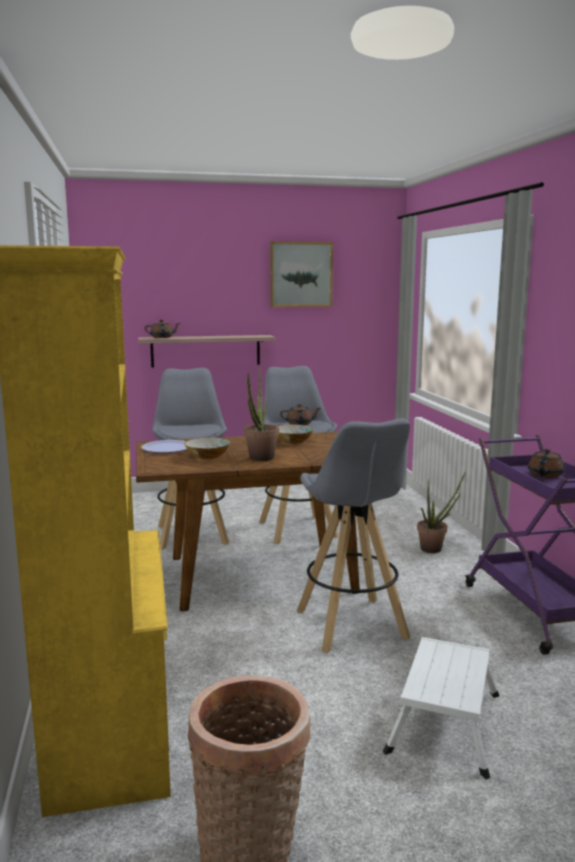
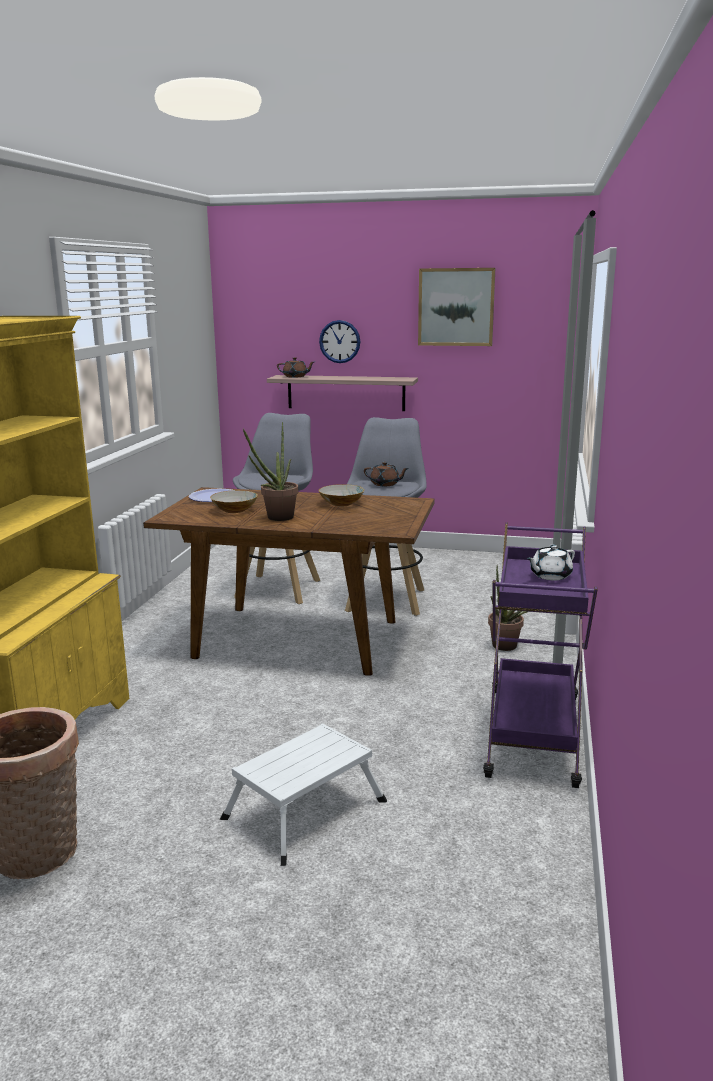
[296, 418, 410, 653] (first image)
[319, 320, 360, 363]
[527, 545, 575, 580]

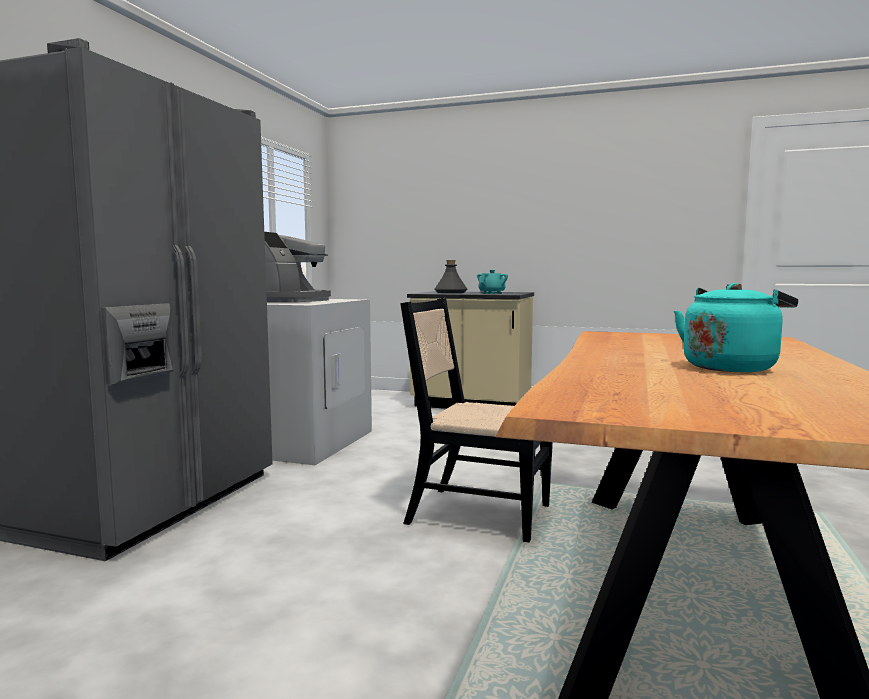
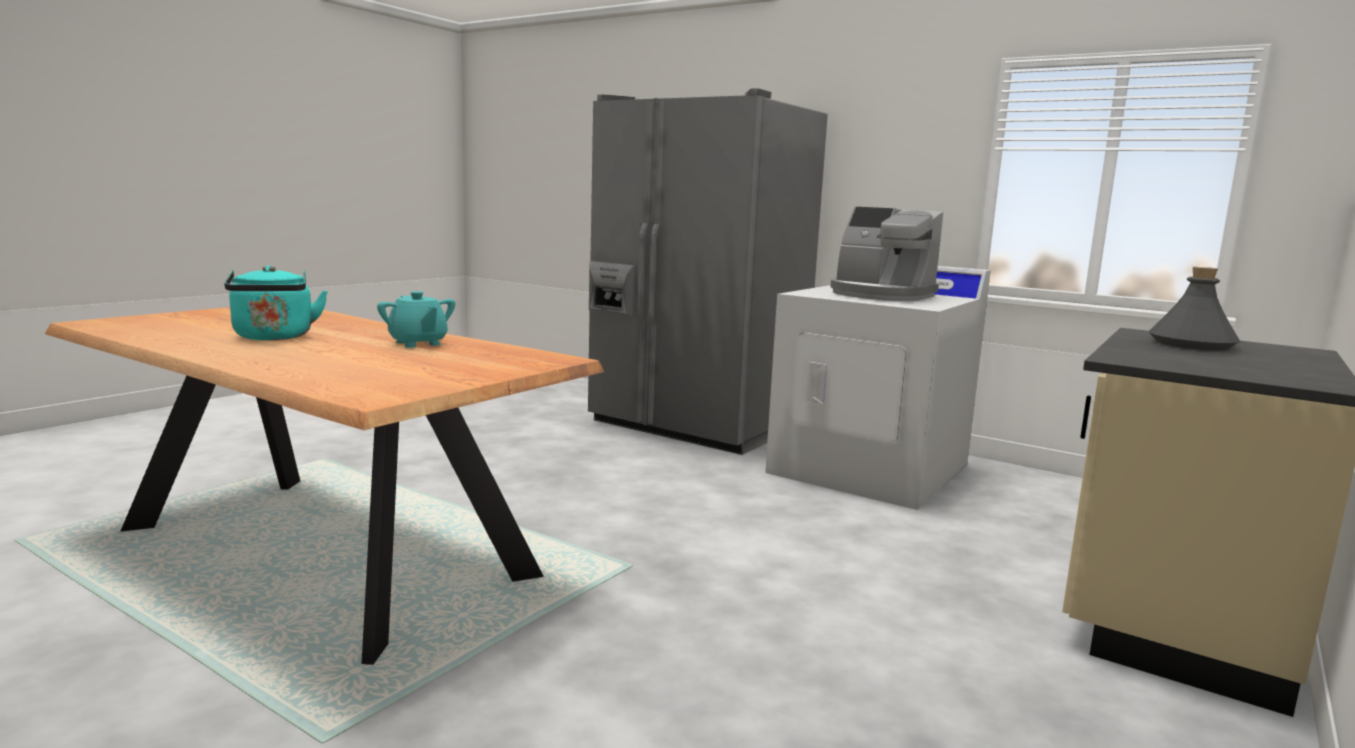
[400, 298, 553, 542] (first image)
[377, 291, 455, 348]

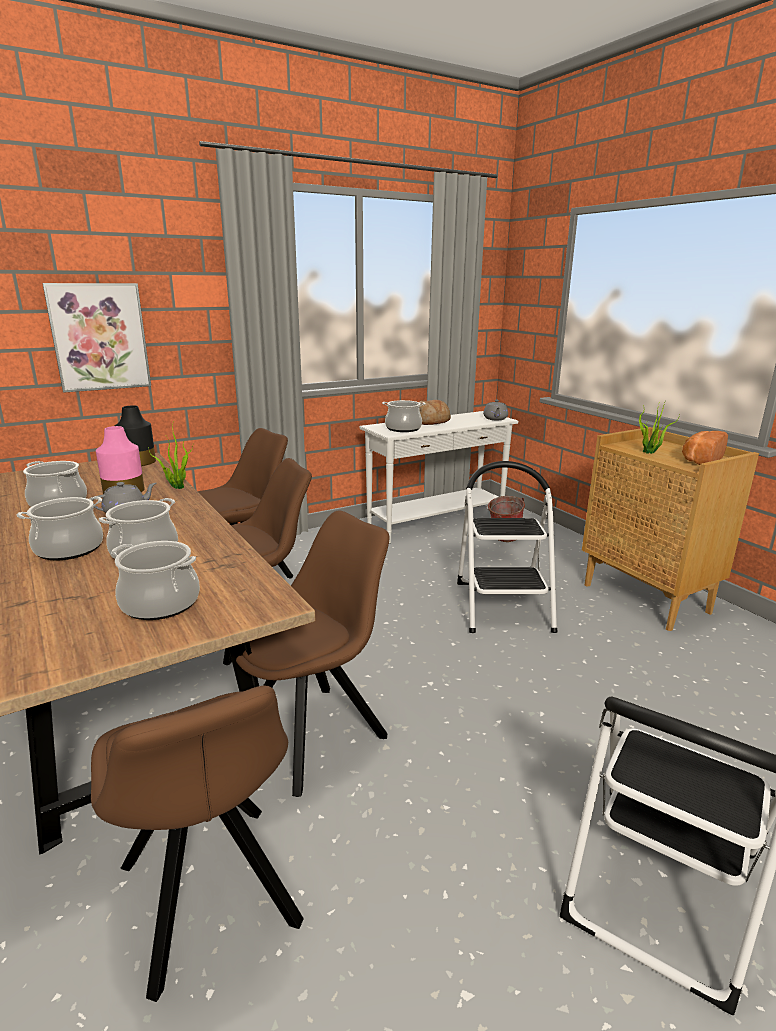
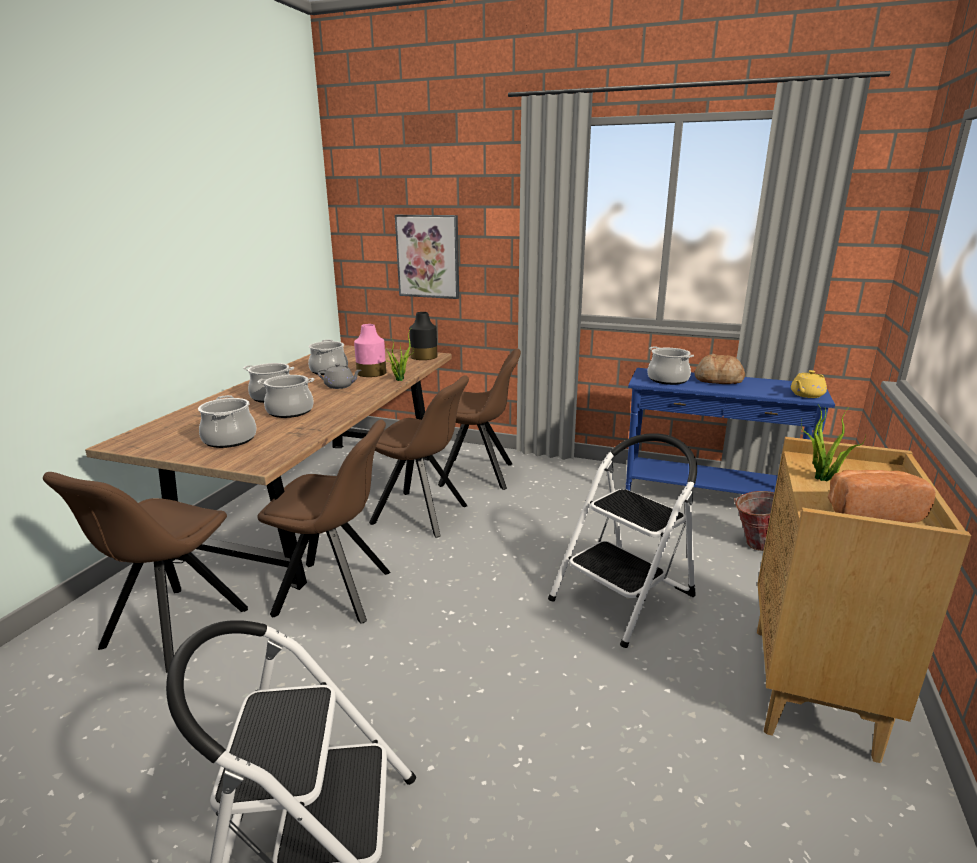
[626, 368, 835, 494]
[791, 370, 827, 398]

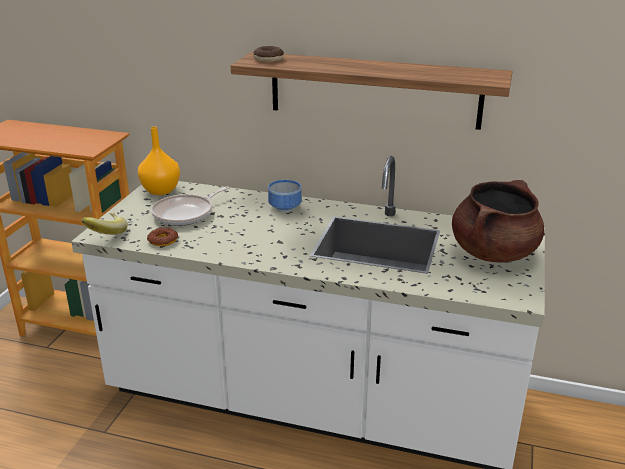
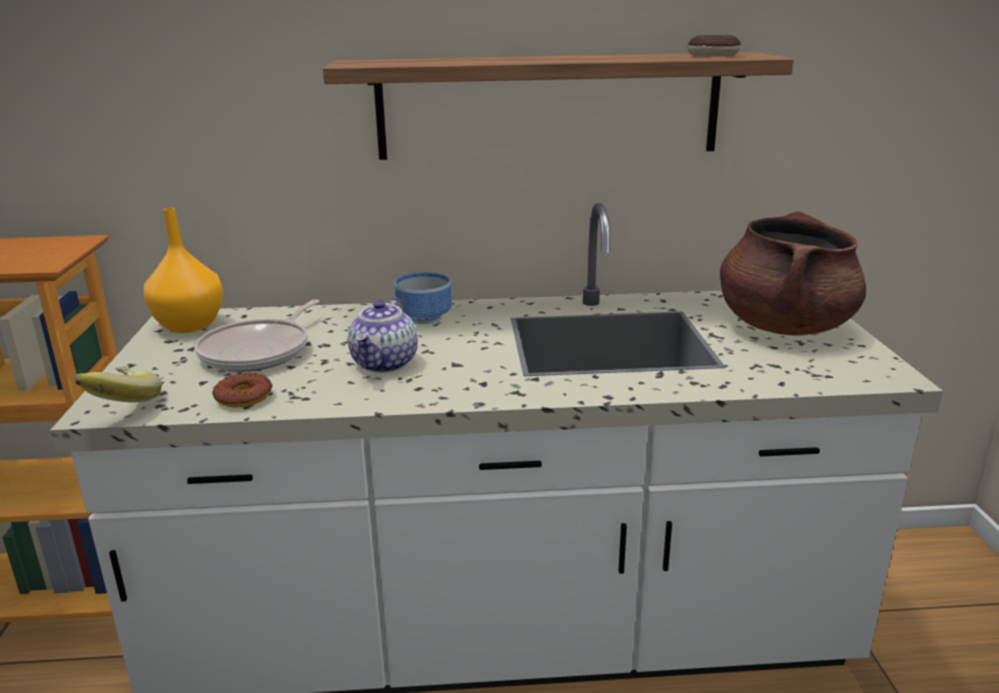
[348, 297, 418, 373]
[688, 35, 741, 57]

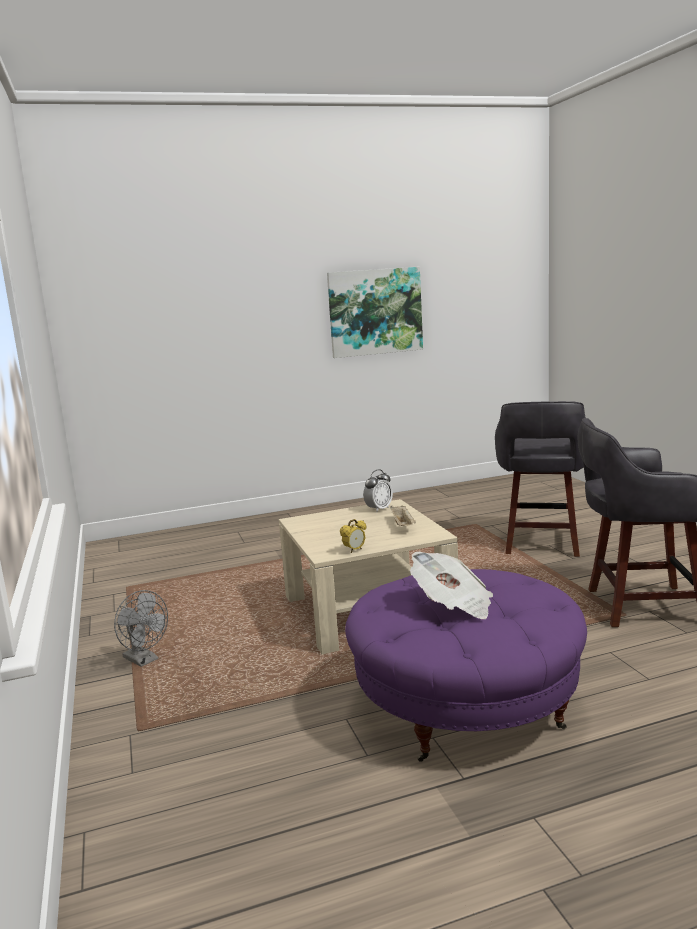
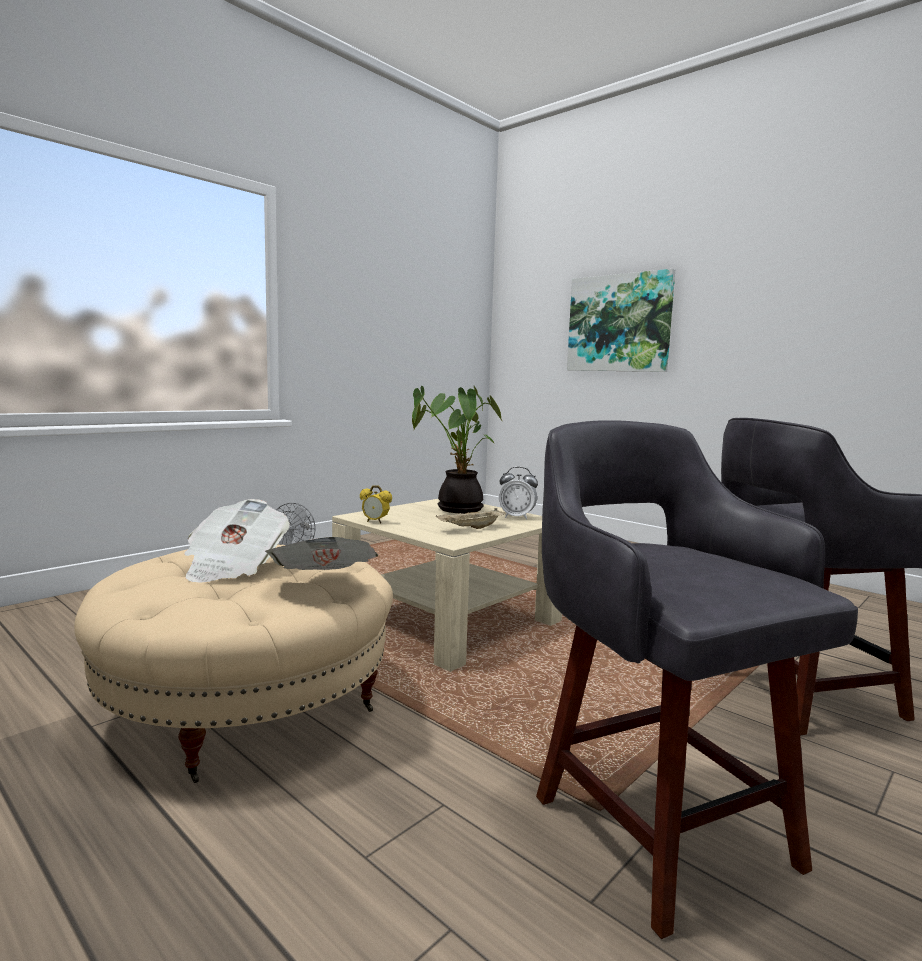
[265, 537, 379, 570]
[412, 386, 503, 513]
[567, 269, 675, 372]
[74, 545, 393, 783]

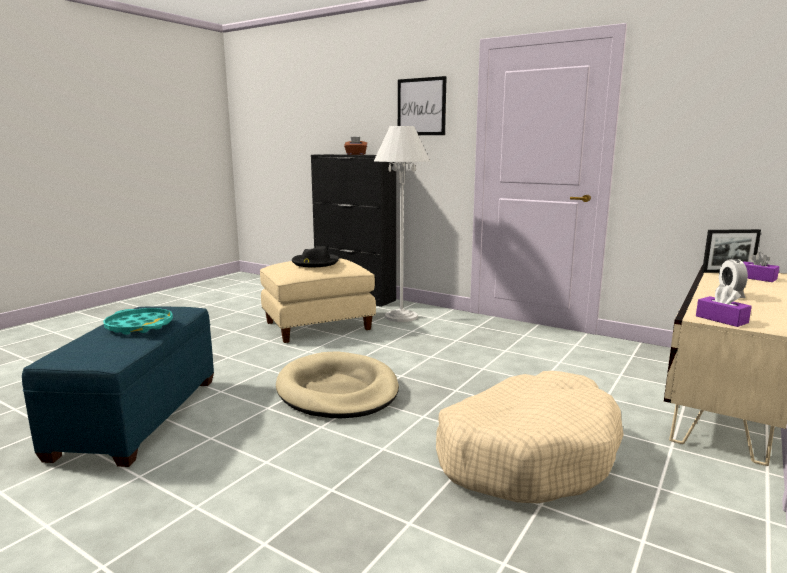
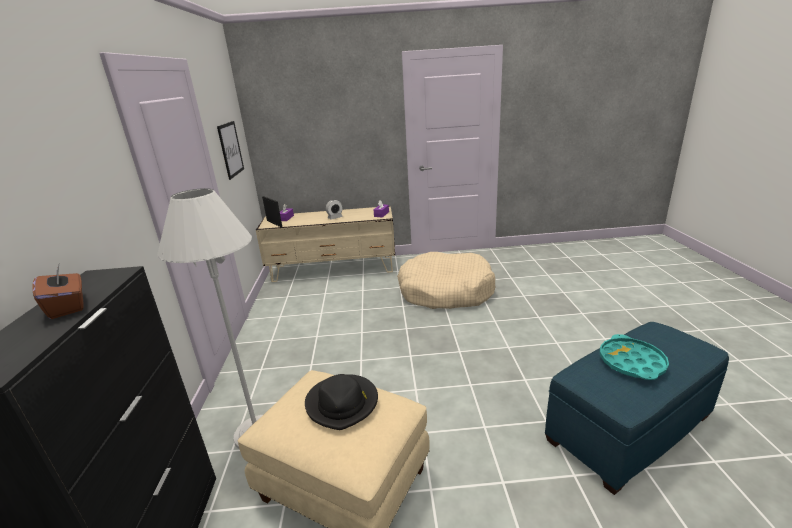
[276, 351, 399, 418] (first image)
[217, 121, 244, 180]

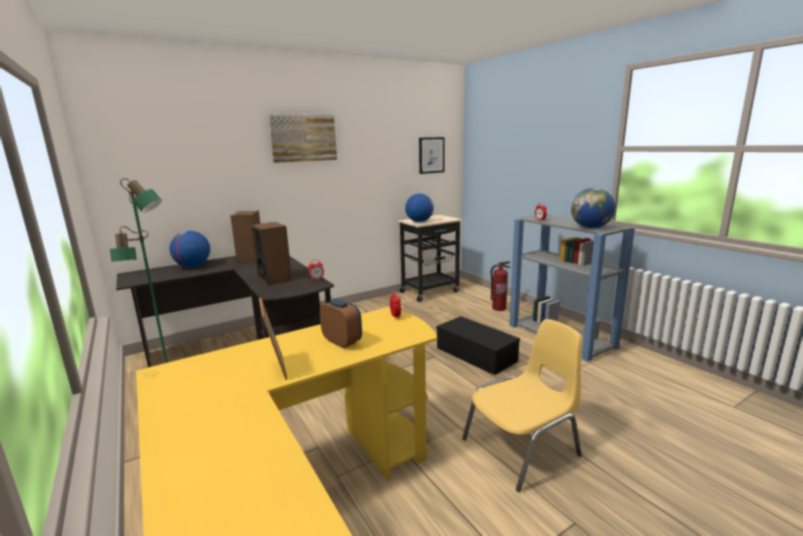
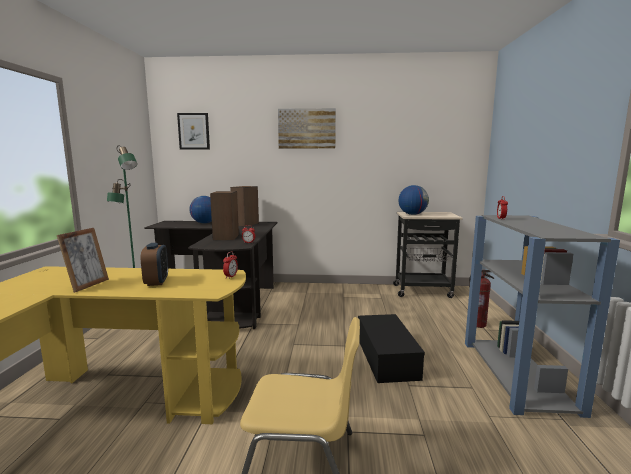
[571, 188, 615, 229] (first image)
[177, 113, 210, 150]

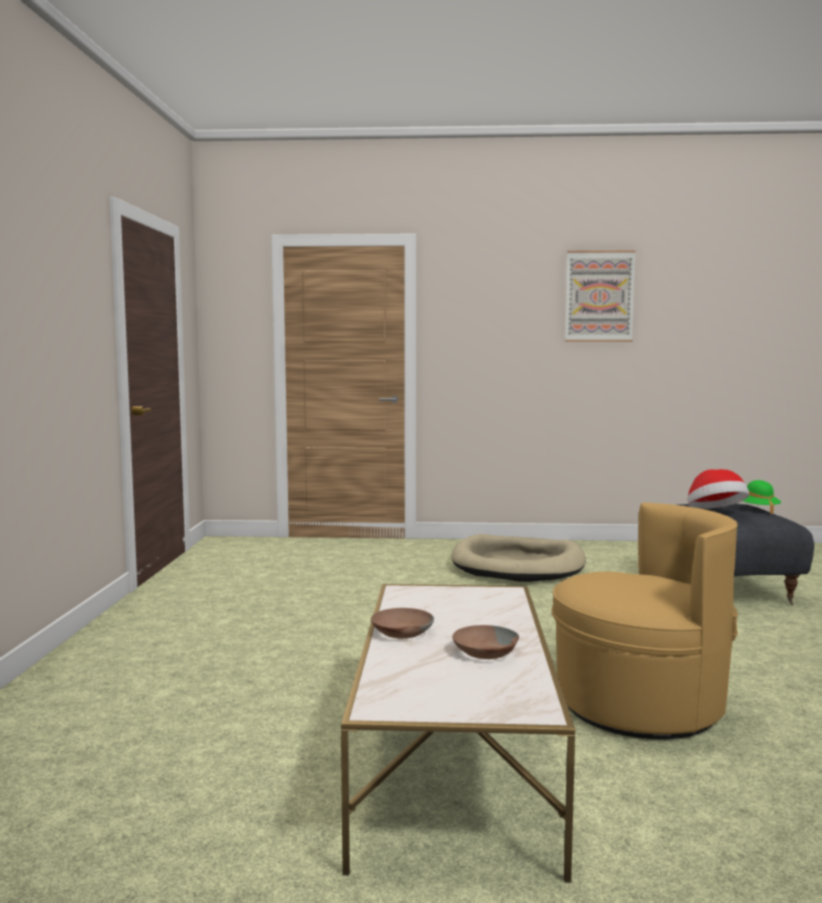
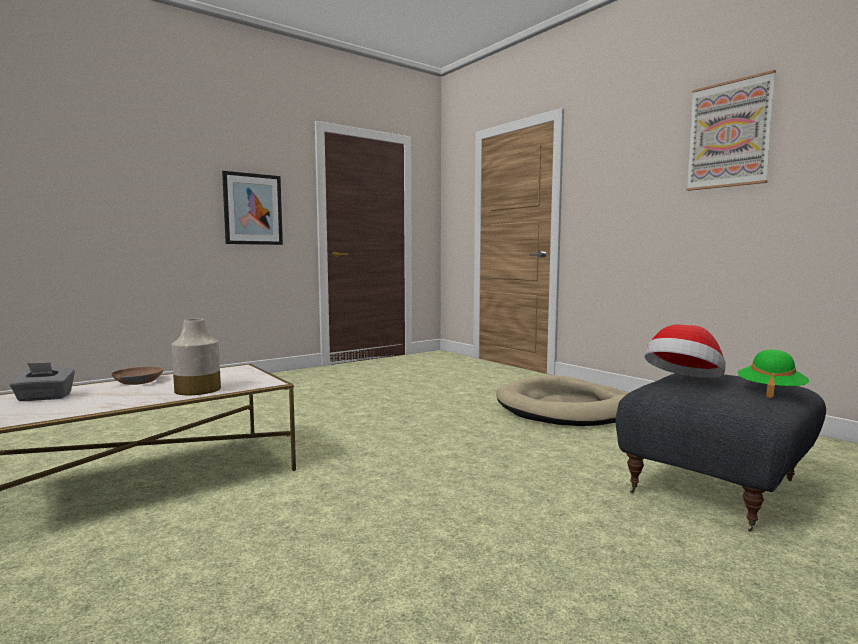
[452, 625, 519, 659] (first image)
[552, 502, 738, 739] (first image)
[9, 362, 75, 401]
[172, 319, 221, 395]
[222, 171, 283, 245]

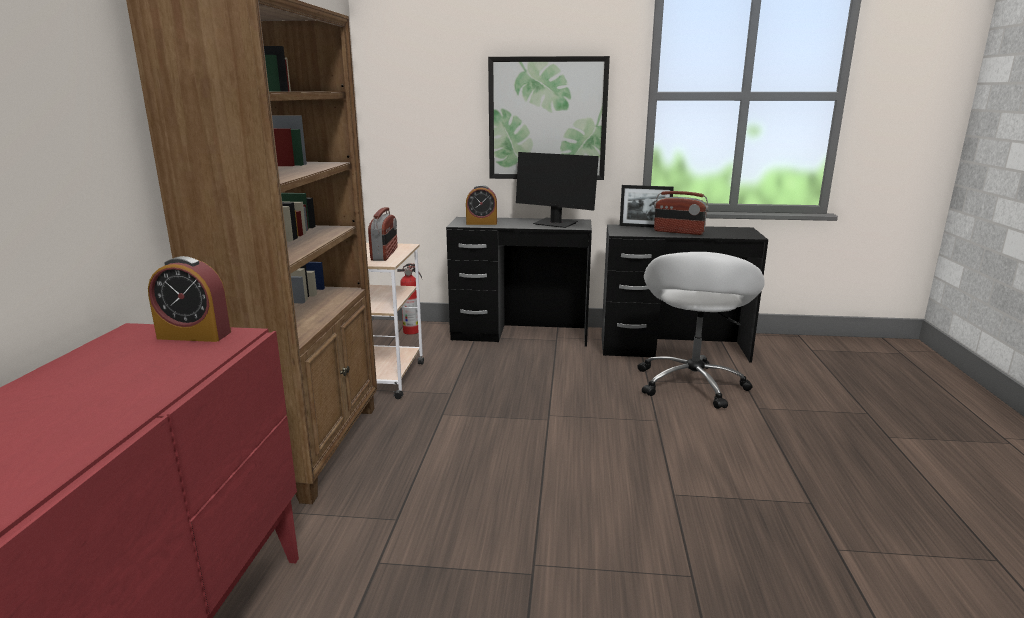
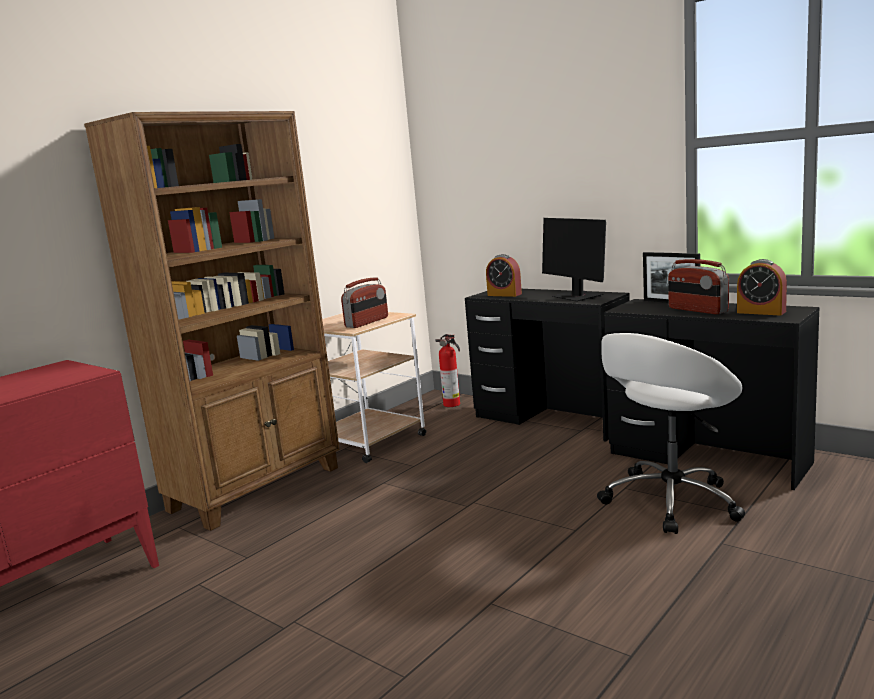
[488, 56, 610, 180] (first image)
[737, 259, 787, 315]

